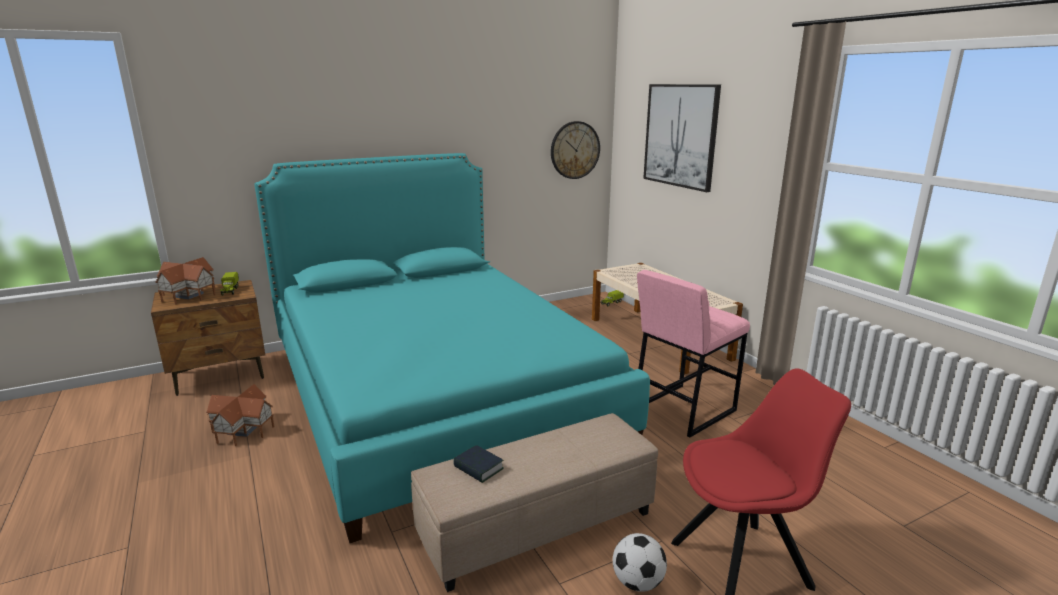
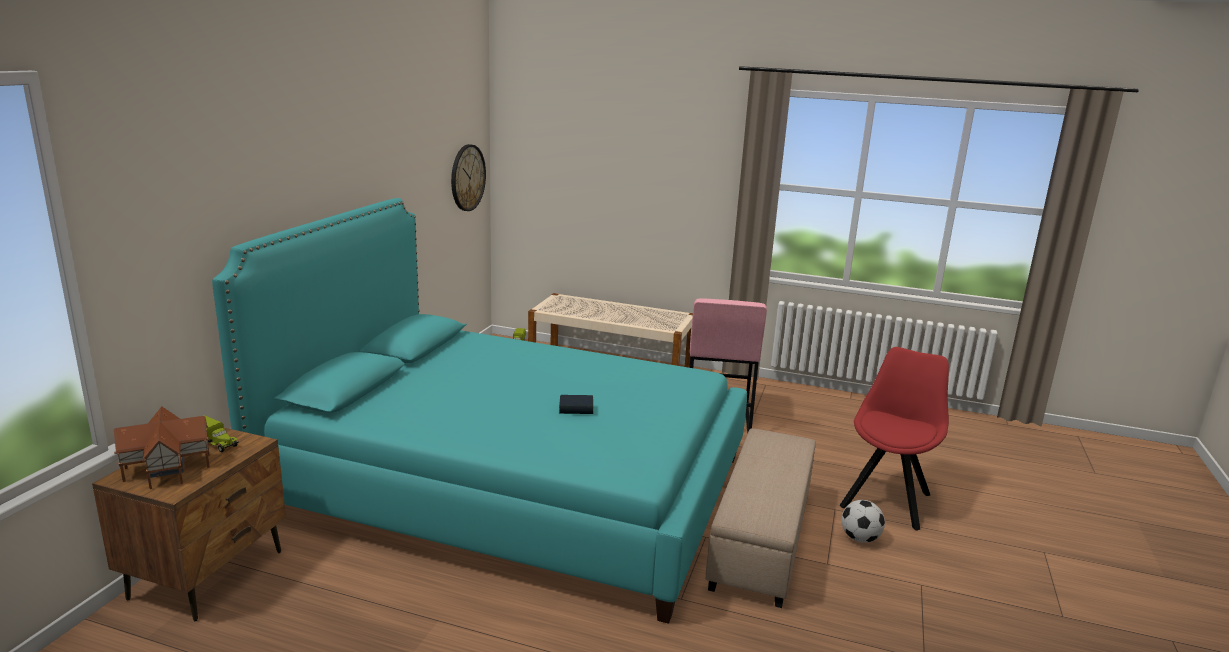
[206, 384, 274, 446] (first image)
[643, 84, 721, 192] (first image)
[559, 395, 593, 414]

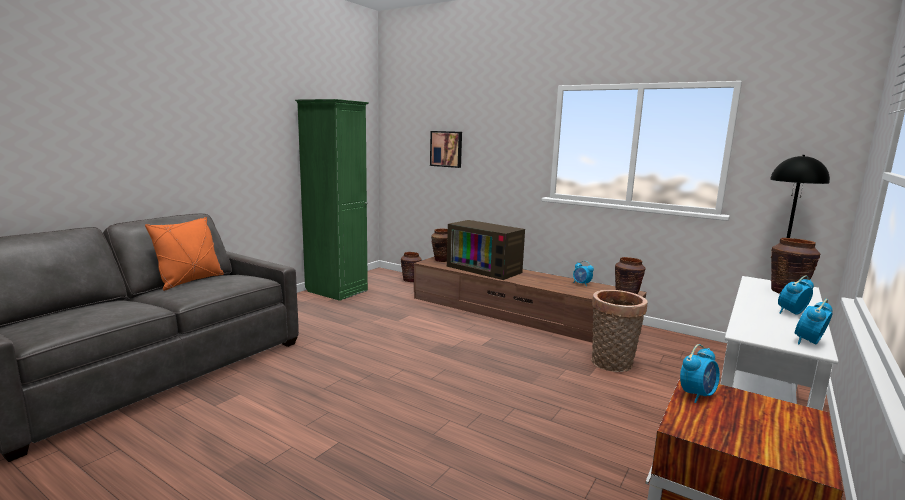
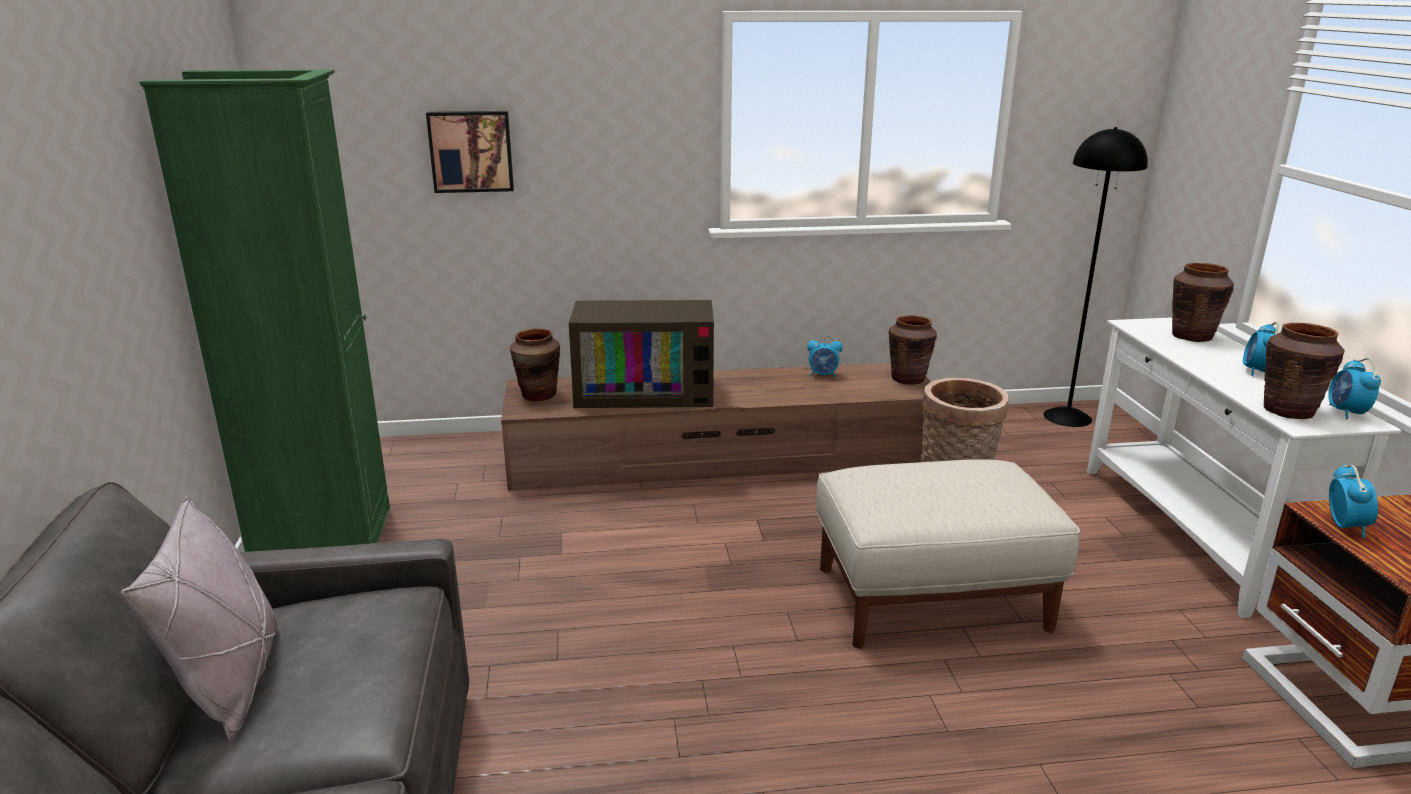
[816, 459, 1080, 649]
[1264, 323, 1345, 419]
[121, 496, 277, 741]

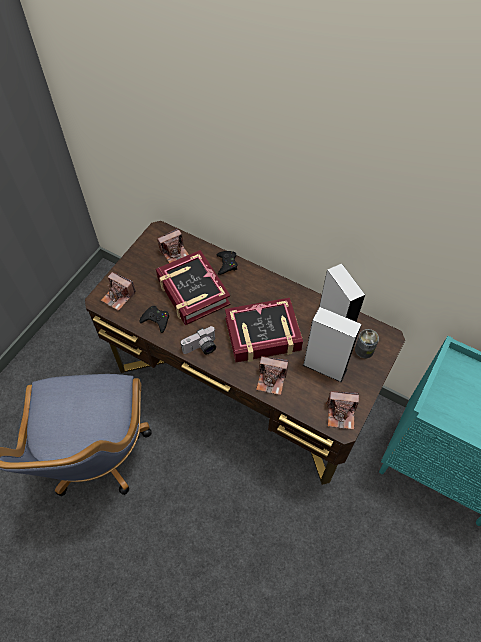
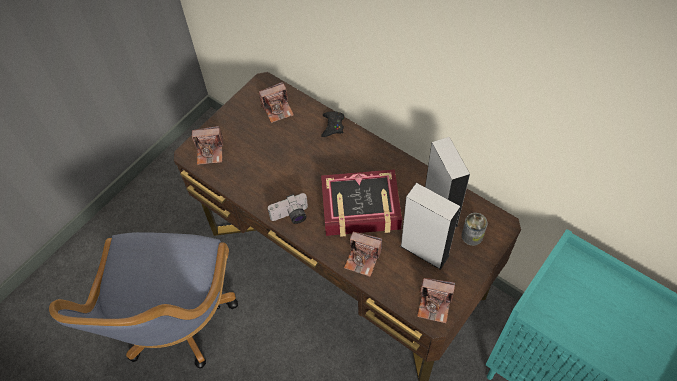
[139, 306, 169, 333] (first image)
[156, 250, 230, 325] (first image)
[191, 126, 223, 165]

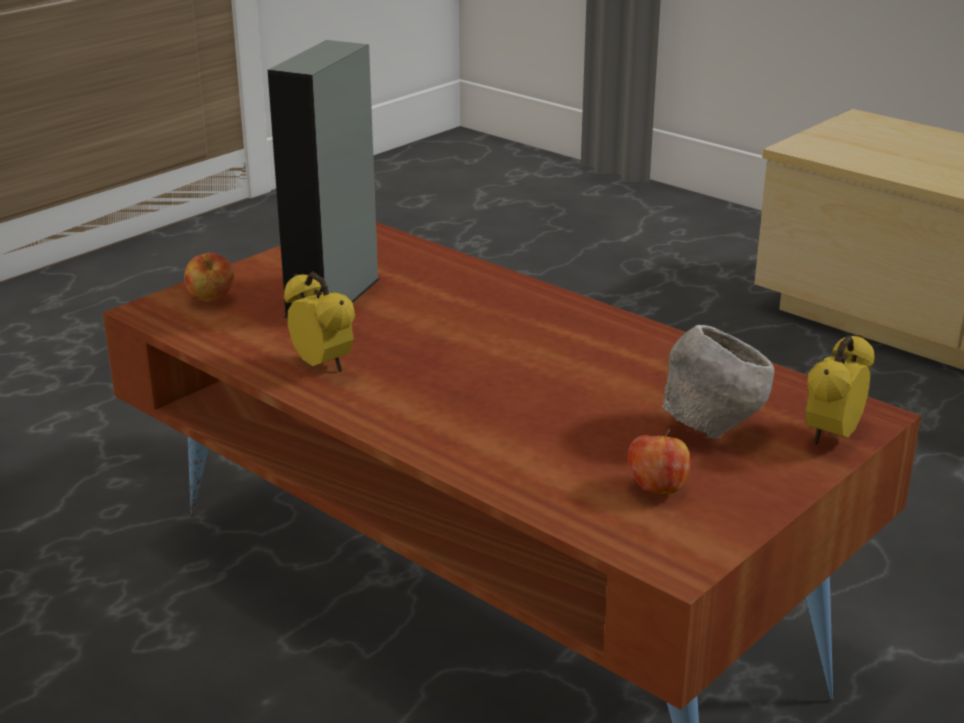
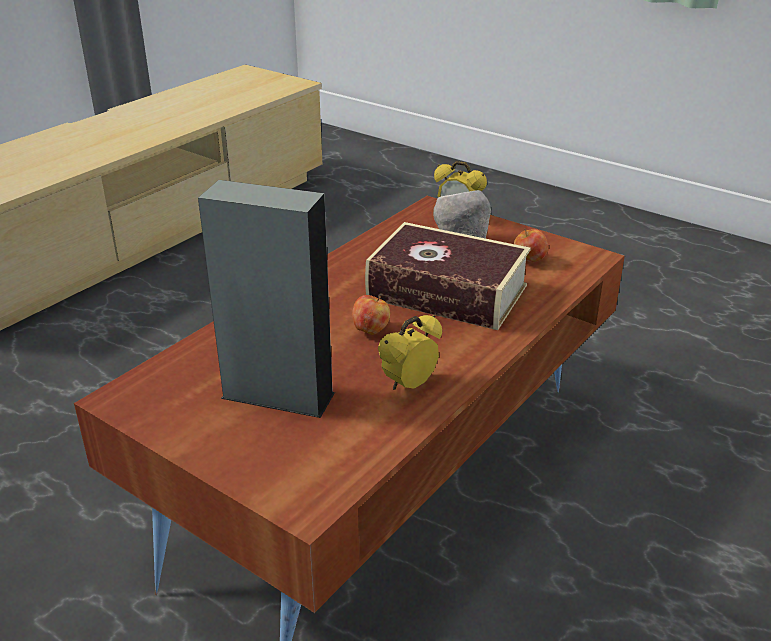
[365, 222, 531, 330]
[352, 295, 390, 335]

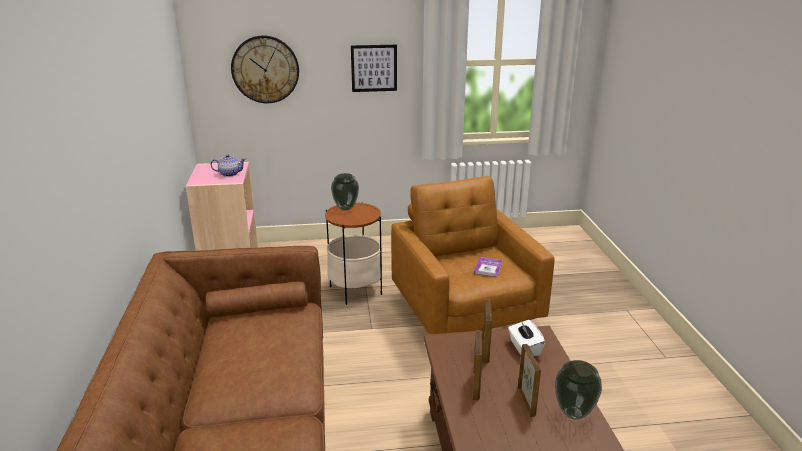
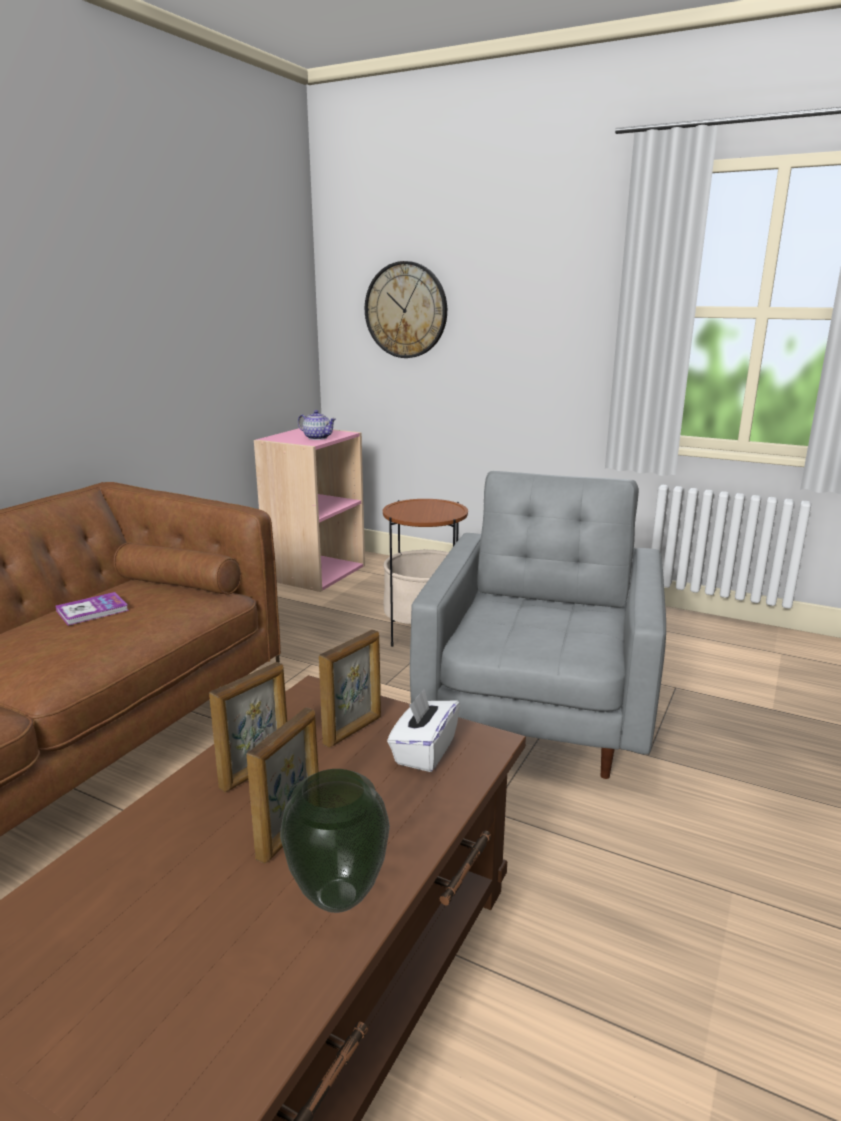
[331, 173, 359, 211] (first image)
[351, 45, 397, 92] (first image)
[55, 592, 129, 626]
[410, 471, 666, 779]

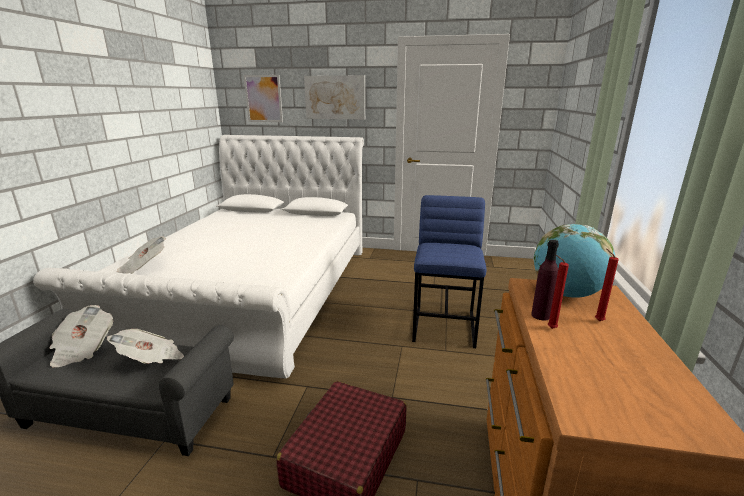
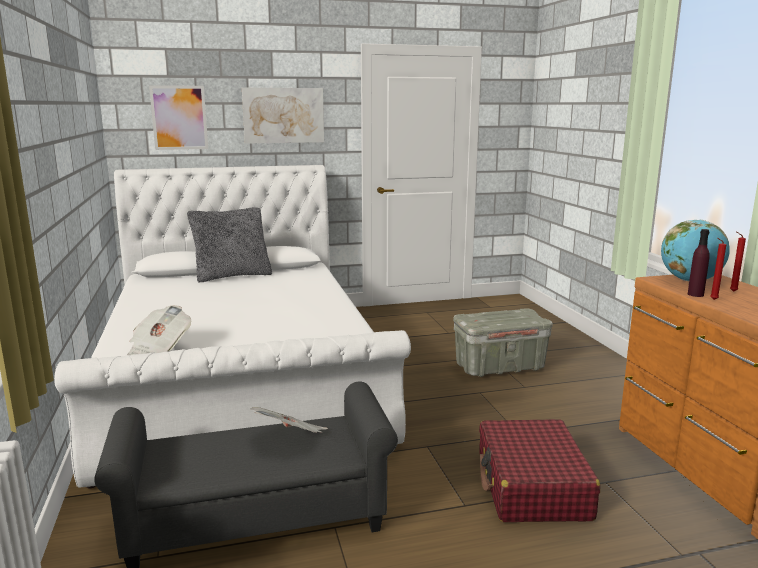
[49, 305, 113, 368] (first image)
[187, 207, 272, 283]
[453, 308, 553, 377]

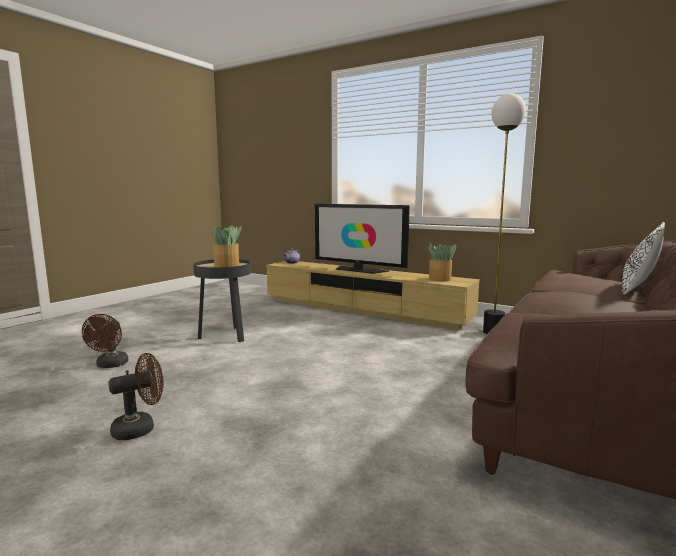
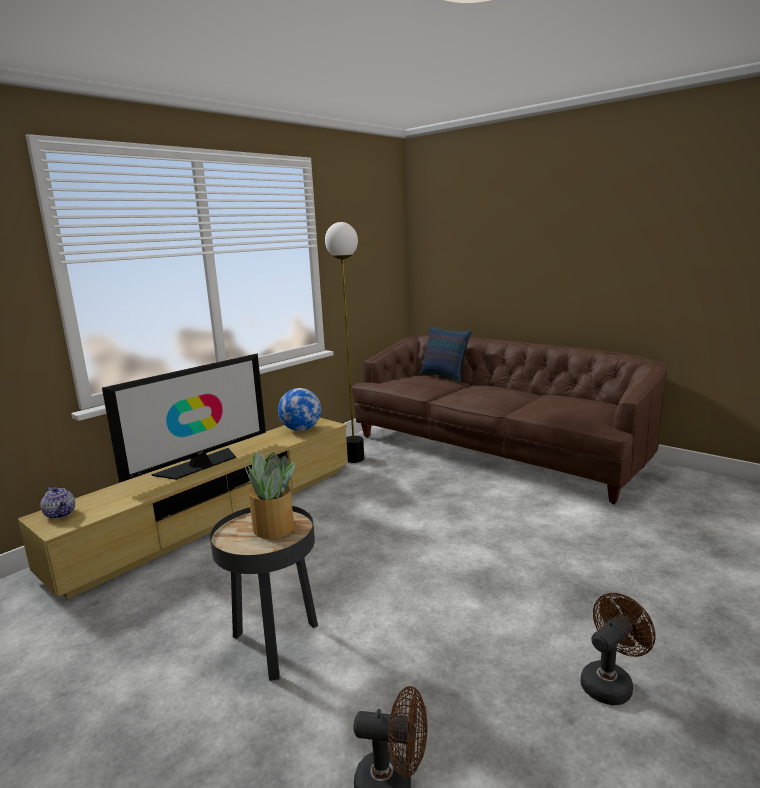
[278, 388, 321, 431]
[420, 326, 471, 383]
[581, 593, 656, 705]

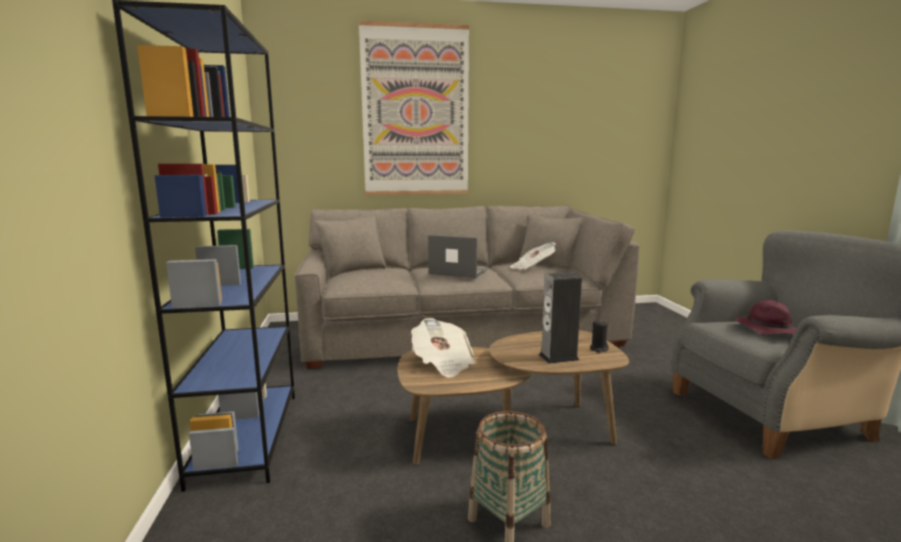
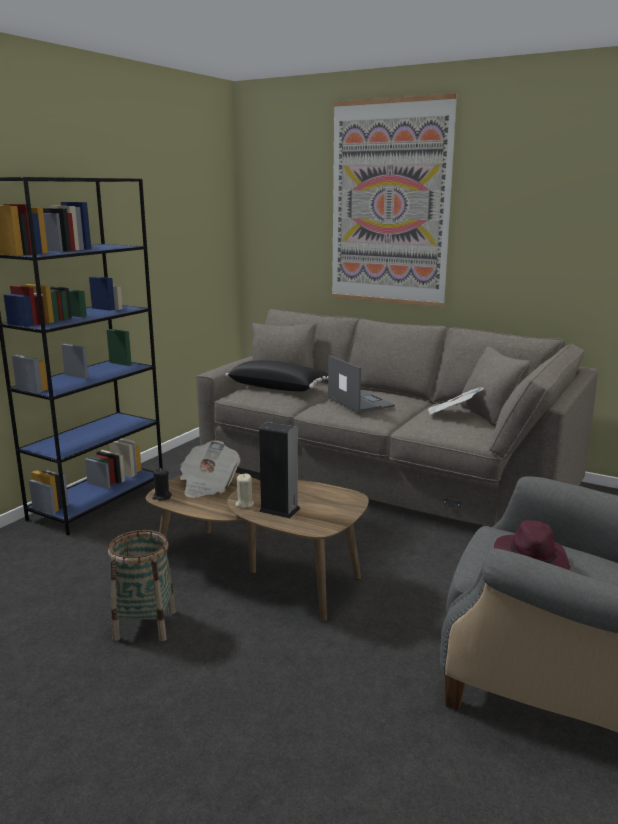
[226, 360, 328, 392]
[235, 474, 254, 508]
[152, 468, 172, 501]

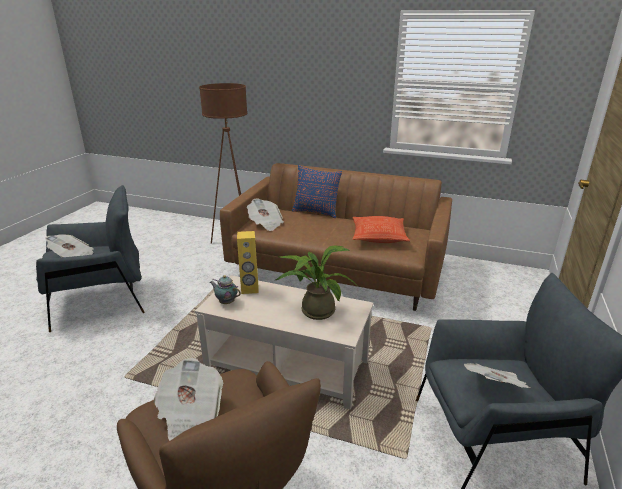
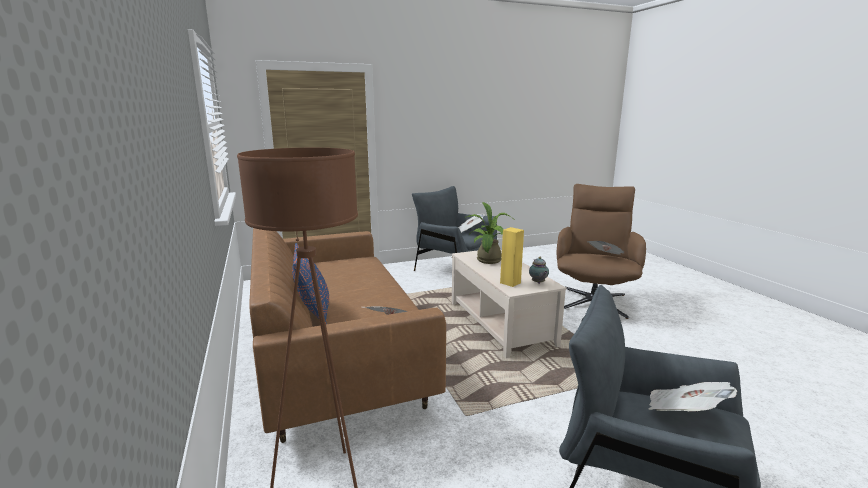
[353, 216, 410, 243] (first image)

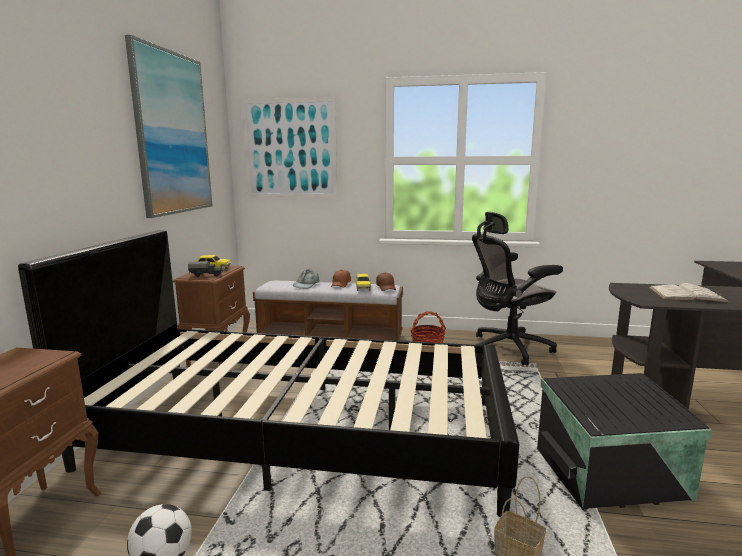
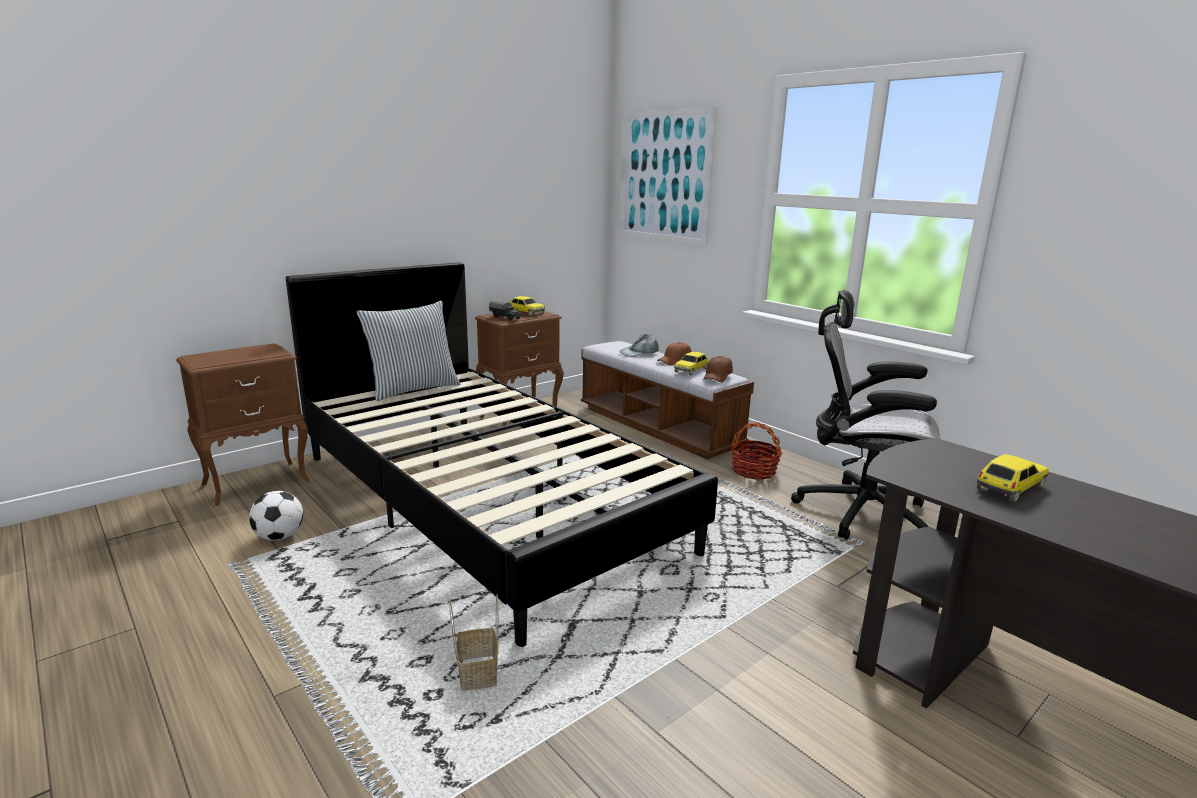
[125, 35, 212, 218] (first image)
[537, 373, 712, 510] (first image)
[357, 301, 461, 401]
[977, 454, 1049, 502]

